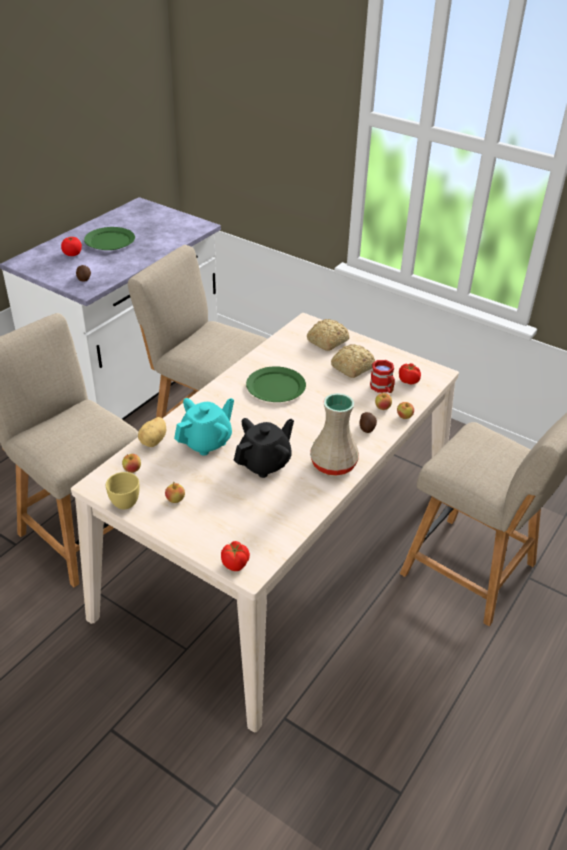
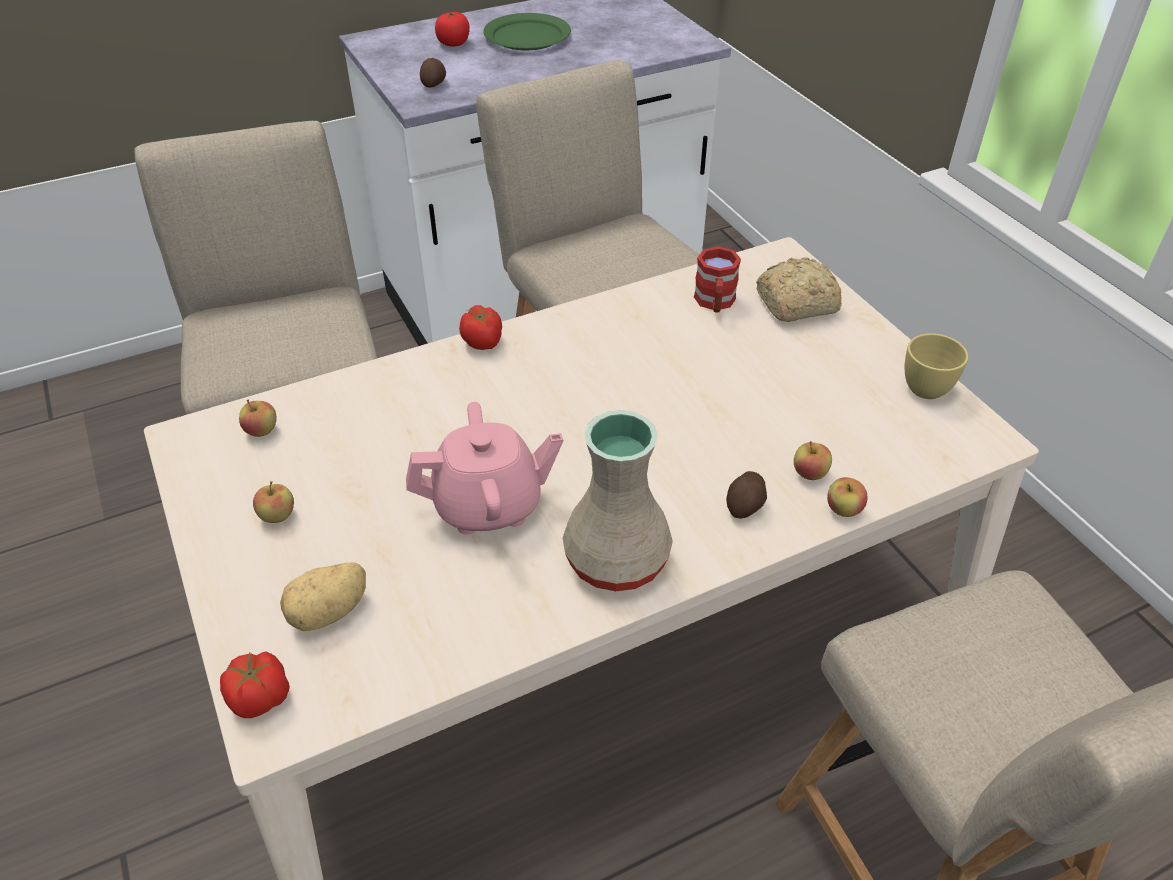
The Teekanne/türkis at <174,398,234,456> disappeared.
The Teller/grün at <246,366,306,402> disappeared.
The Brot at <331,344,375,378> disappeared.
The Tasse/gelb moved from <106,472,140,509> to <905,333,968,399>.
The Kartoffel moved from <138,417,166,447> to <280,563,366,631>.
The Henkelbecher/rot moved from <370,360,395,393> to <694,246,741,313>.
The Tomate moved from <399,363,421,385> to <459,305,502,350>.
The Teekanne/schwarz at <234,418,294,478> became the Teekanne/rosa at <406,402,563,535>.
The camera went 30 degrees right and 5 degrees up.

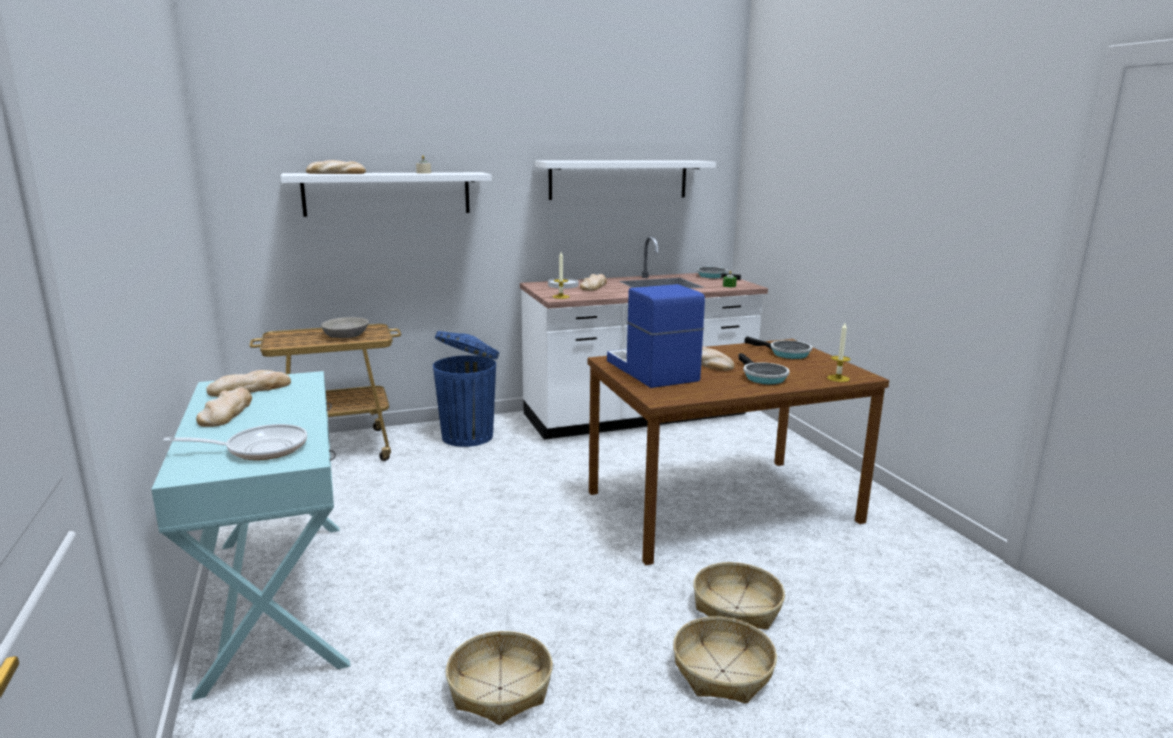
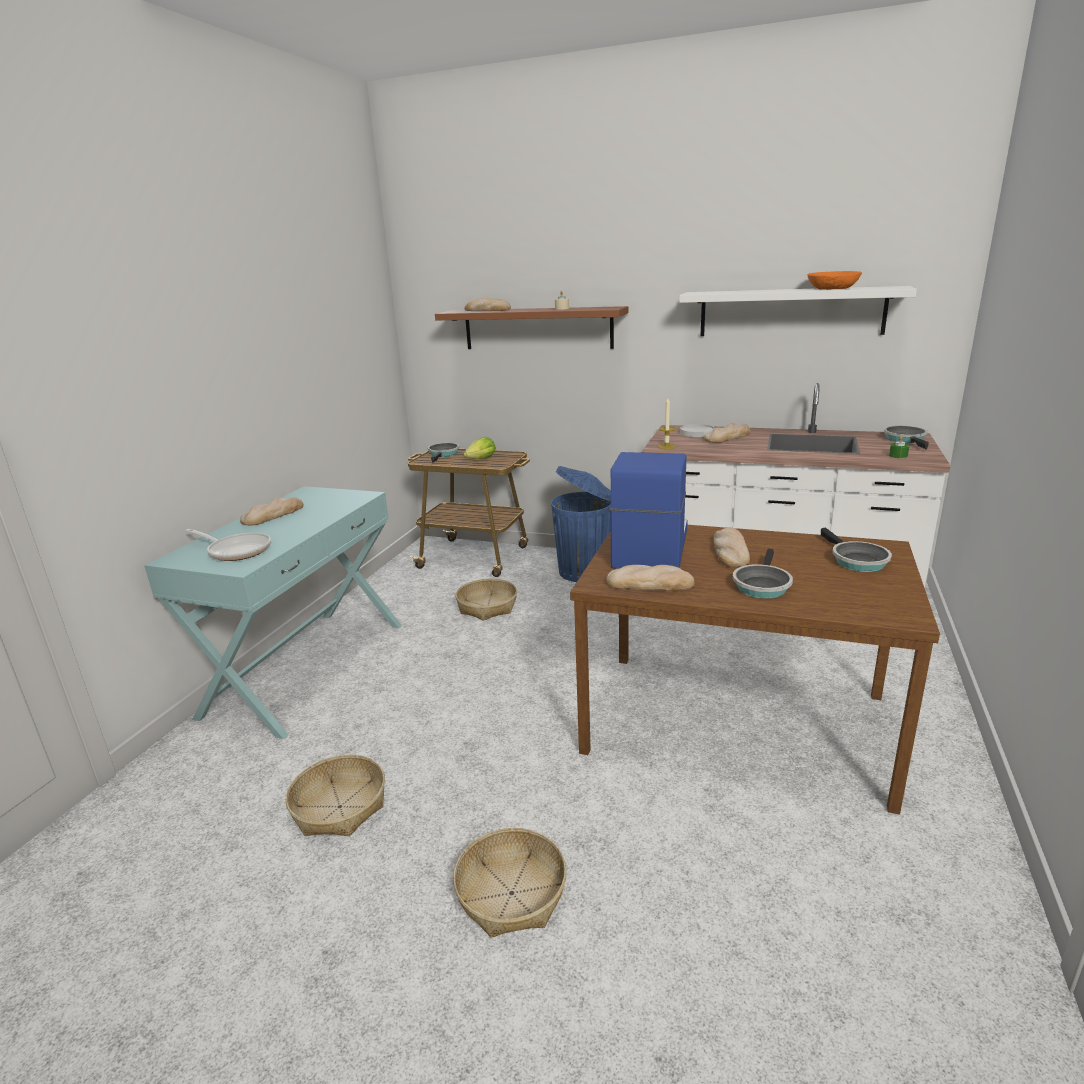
The Kerze at <827,323,850,382> disappeared.
The Pfanne at <428,443,459,463> appeared.
The Schüssel/orange at <807,271,862,290> appeared.
The Brot moved from <206,370,291,397> to <607,565,695,592>.
The Korb moved from <693,562,785,630> to <455,579,517,621>.
The Schüssel/grau at <321,317,369,338> was replaced by the Salatkopf at <463,437,496,459>.
The Wandregal/weiß at <281,172,492,217> became the Wandregal/braun at <435,306,629,349>.
The camera went 40 degrees right and 5 degrees up.

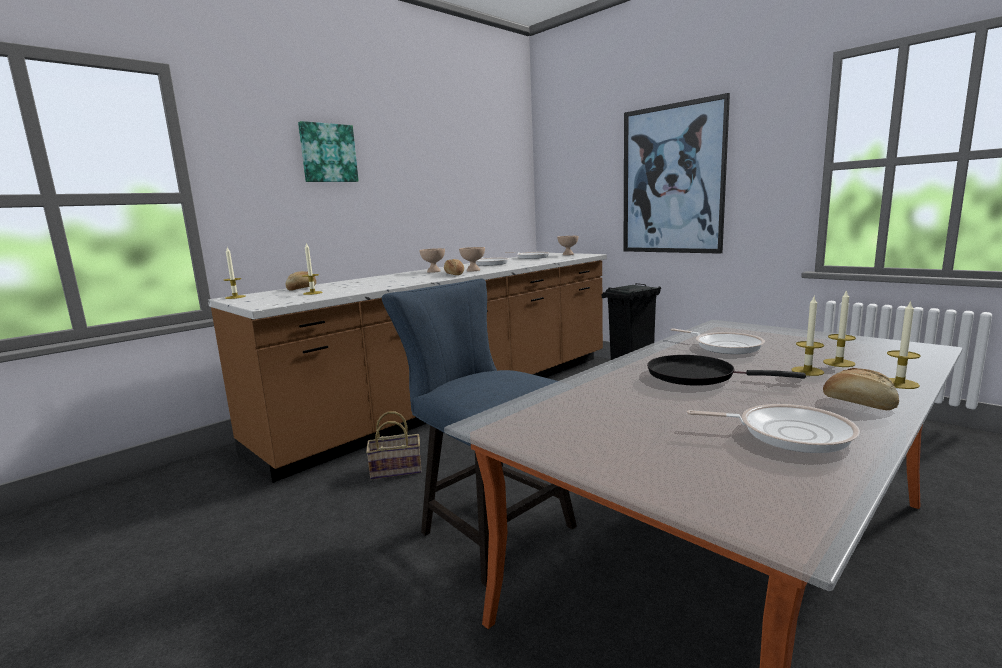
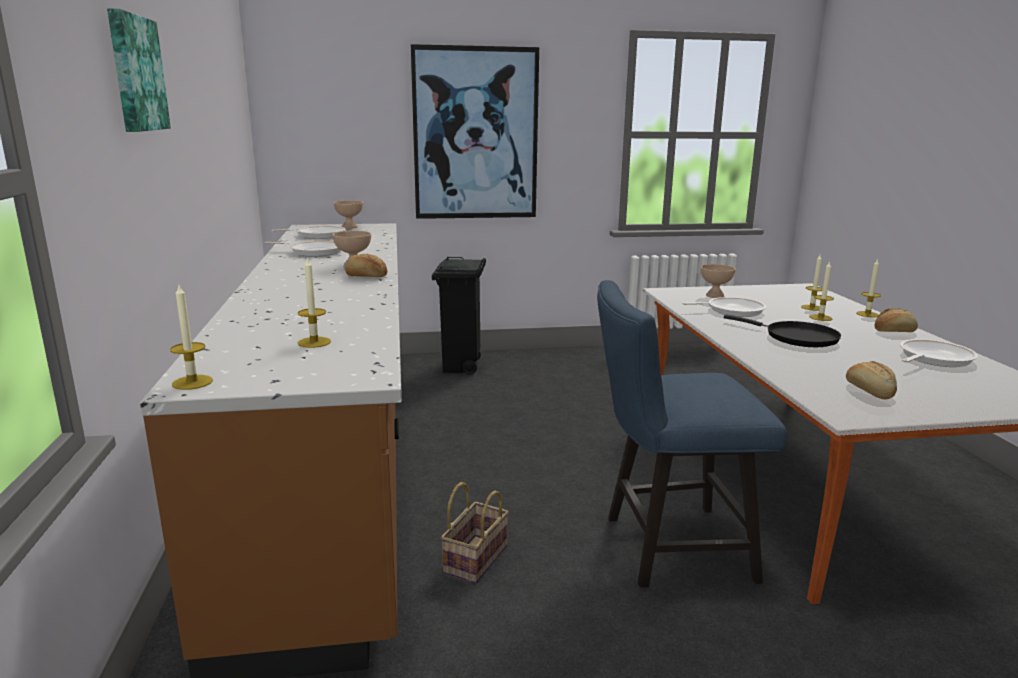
The Brot moved from <286,271,316,291> to <846,361,897,399>.
The Schüssel/beige moved from <419,248,445,273> to <701,264,736,298>.
The Pfanne/schwarz at <647,355,806,386> turned 105 degrees counterclockwise.
The camera went 55 degrees left and 5 degrees up.

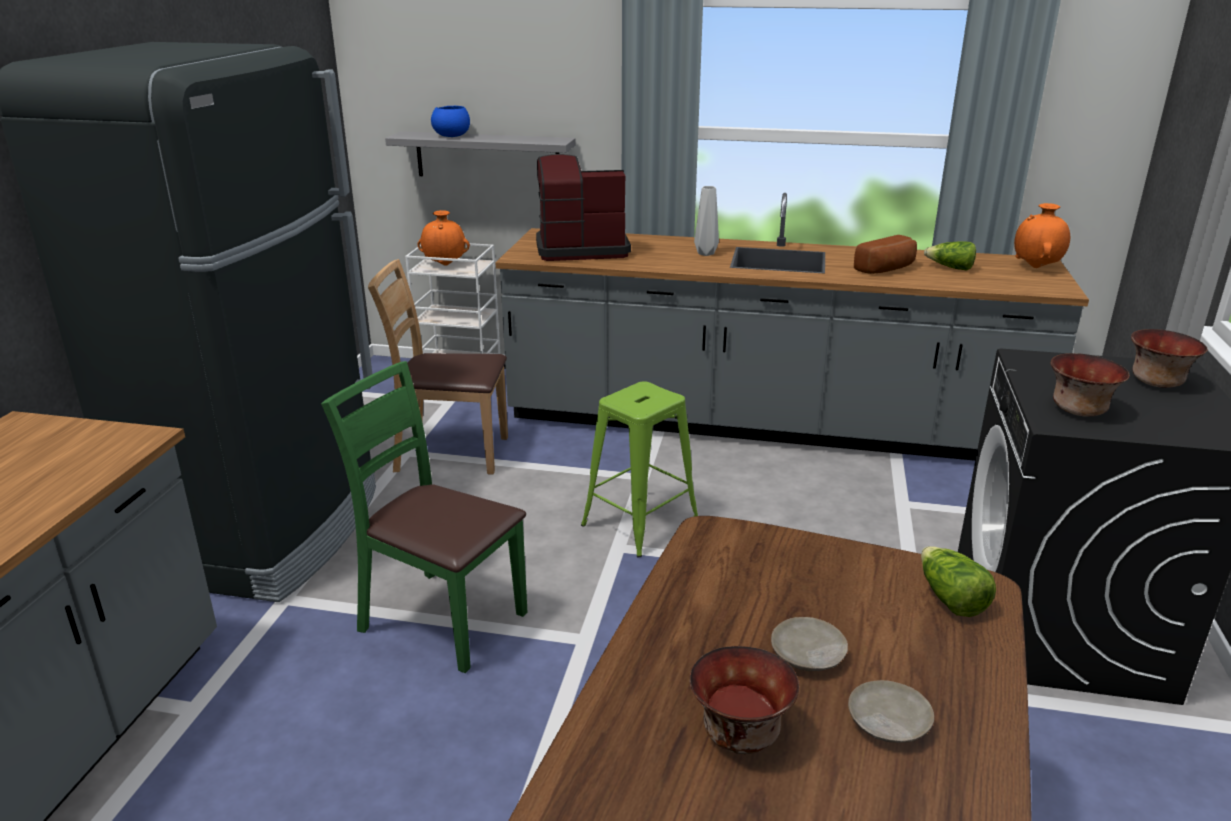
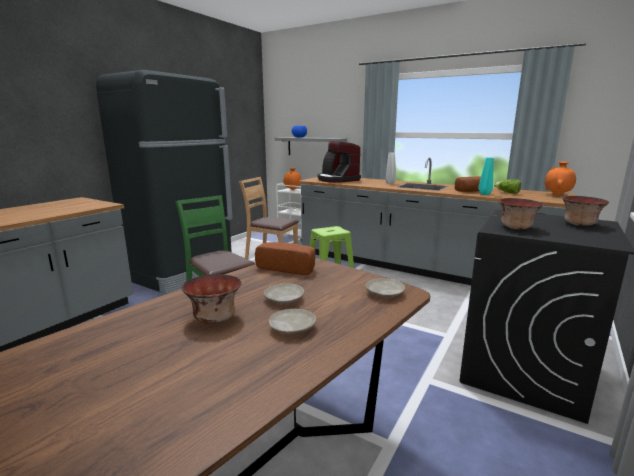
The Brot at <255,242,315,275> appeared.
The Vase/türkis at <478,158,494,195> appeared.
The Salatkopf at <921,546,996,617> was replaced by the Teller/beige at <365,278,405,297>.
The Kaffeemaschine at <536,154,631,261> turned 135 degrees counterclockwise.
The camera went 20 degrees right and 10 degrees down.

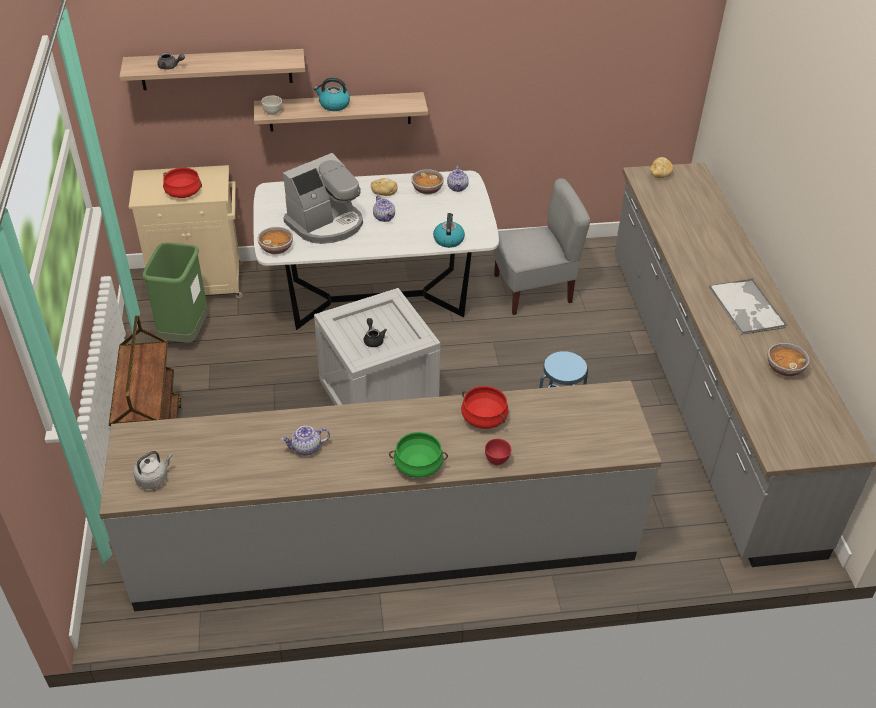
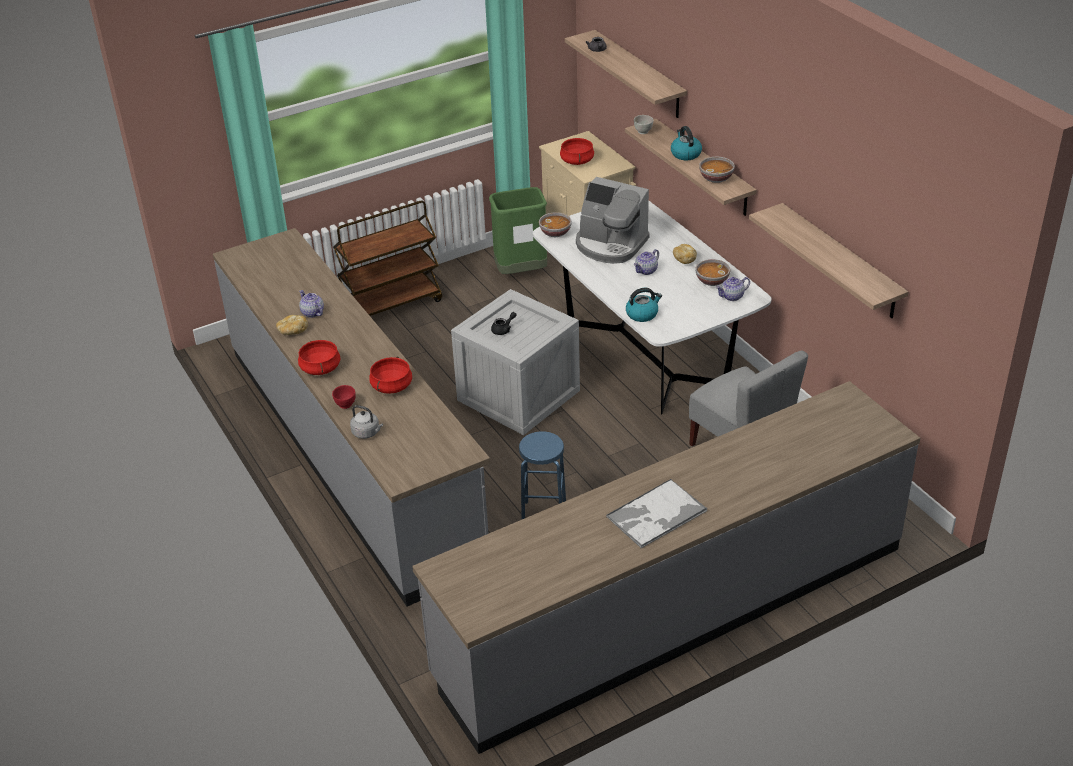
The Wandregal at <749,203,908,318> appeared.
The Wasserkessel/grau moved from <133,451,172,489> to <350,405,383,439>.
The Brot moved from <649,157,674,178> to <276,315,308,335>.
The Schüssel moved from <768,343,810,377> to <699,157,735,183>.
The Kochtopf/grün at <389,432,448,478> became the Kochtopf/rot at <298,340,340,375>.
The camera went 70 degrees right and 5 degrees down.

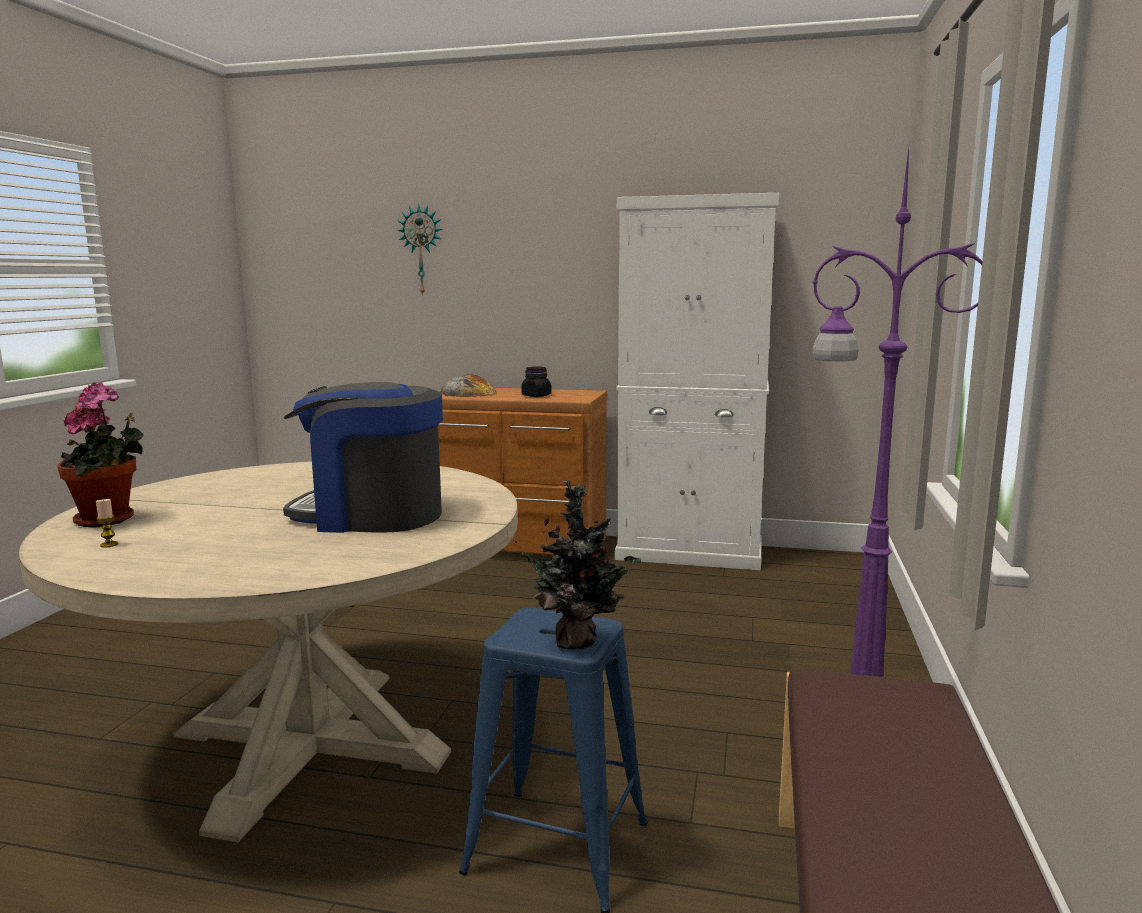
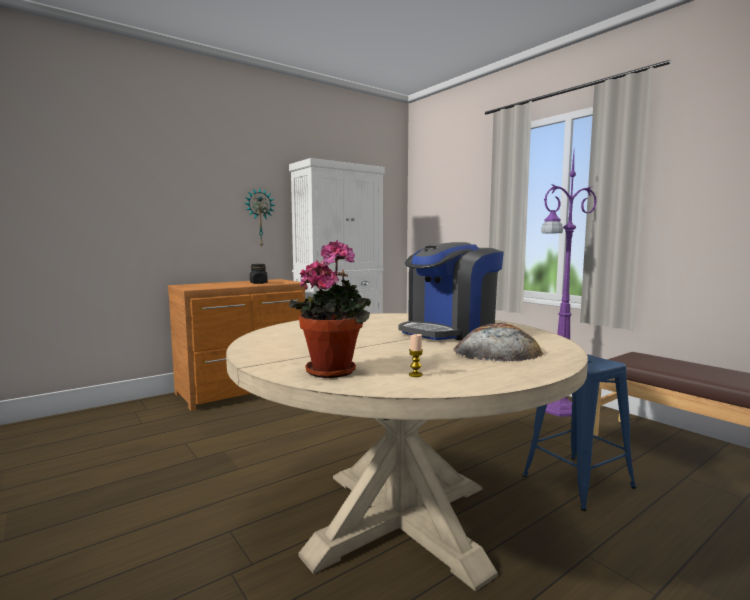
The Topfpflanze at <515,480,642,650> disappeared.
The Wanduhr moved from <397,204,443,296> to <244,188,275,248>.
The Brot moved from <440,374,497,397> to <453,323,543,361>.
The camera went 50 degrees left and 5 degrees down.

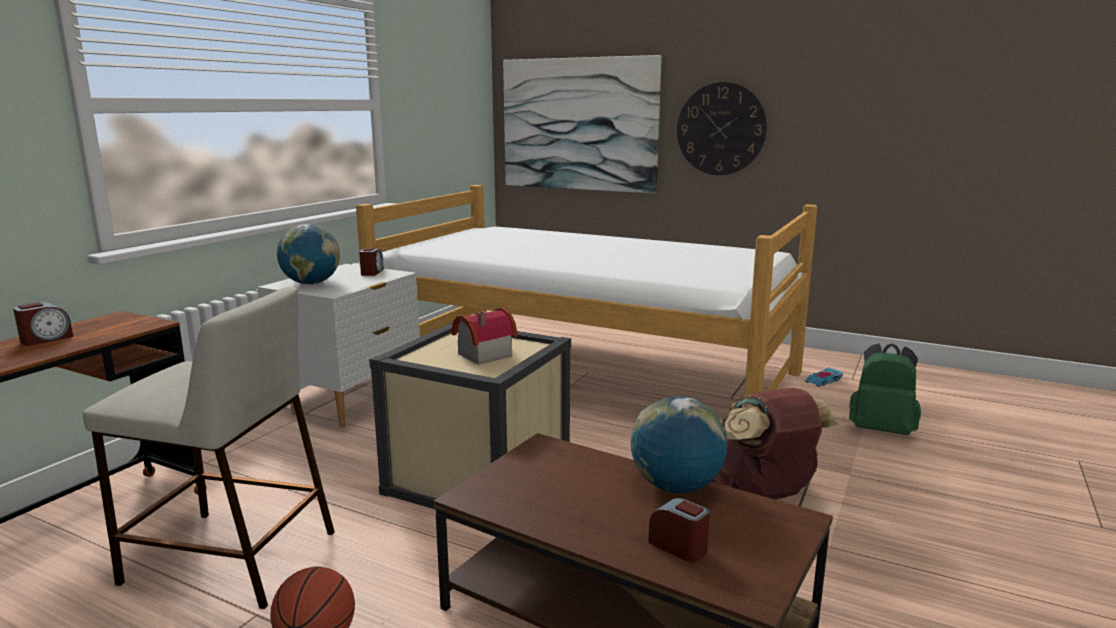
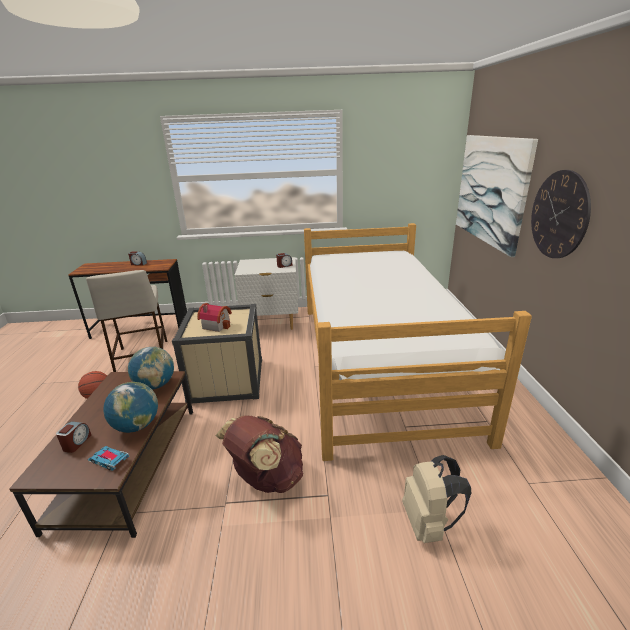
The Globus moved from <277,224,340,285> to <128,347,174,390>.
The Spielzeugauto moved from <805,367,843,387> to <88,446,129,471>.
The Rucksack/grün at <849,343,921,435> became the Rucksack/beige at <402,455,471,543>.
The camera went 60 degrees right and 10 degrees up.

